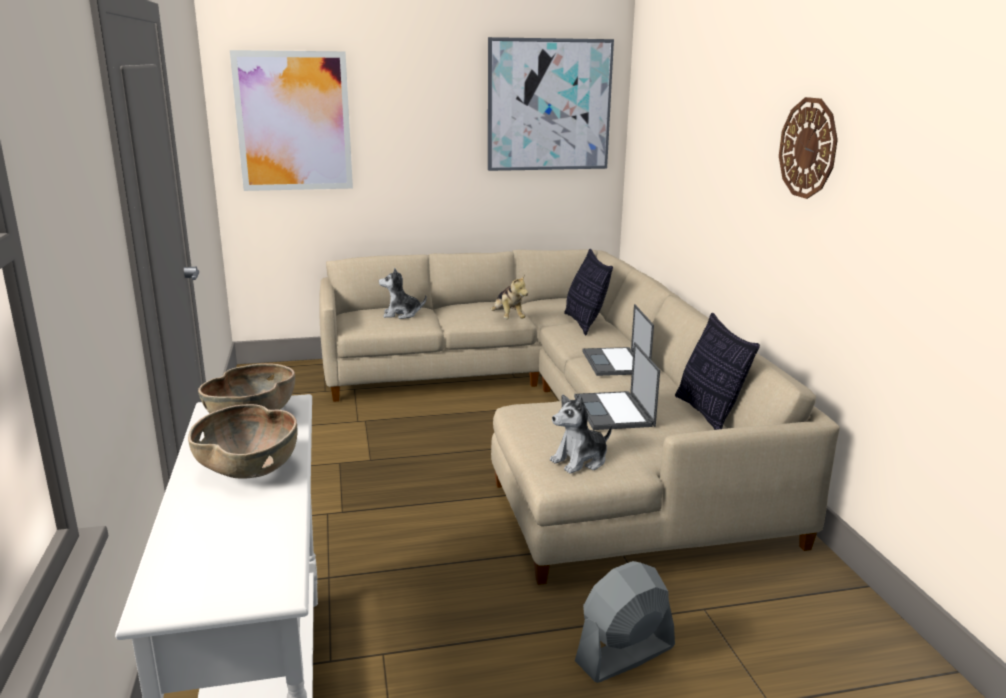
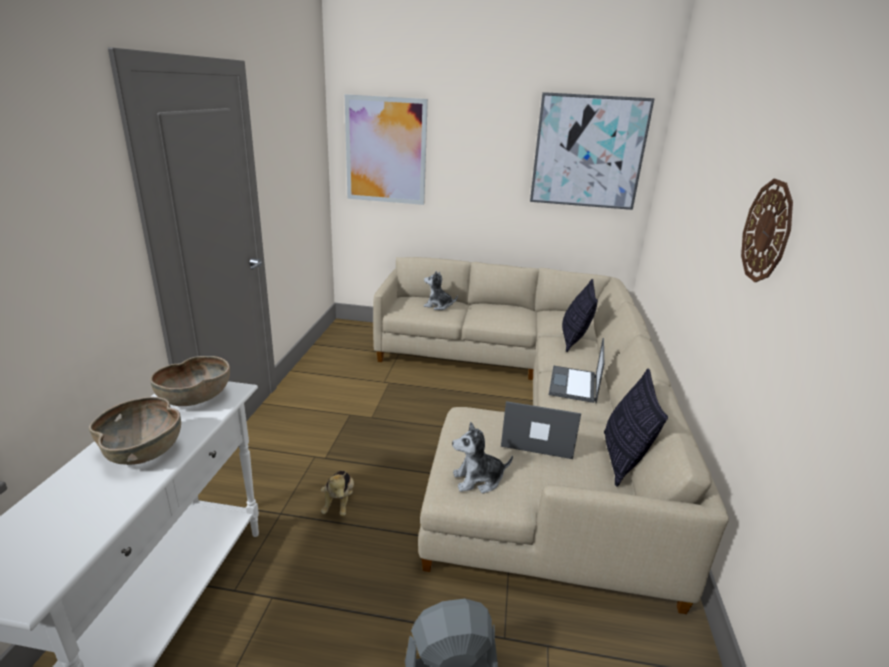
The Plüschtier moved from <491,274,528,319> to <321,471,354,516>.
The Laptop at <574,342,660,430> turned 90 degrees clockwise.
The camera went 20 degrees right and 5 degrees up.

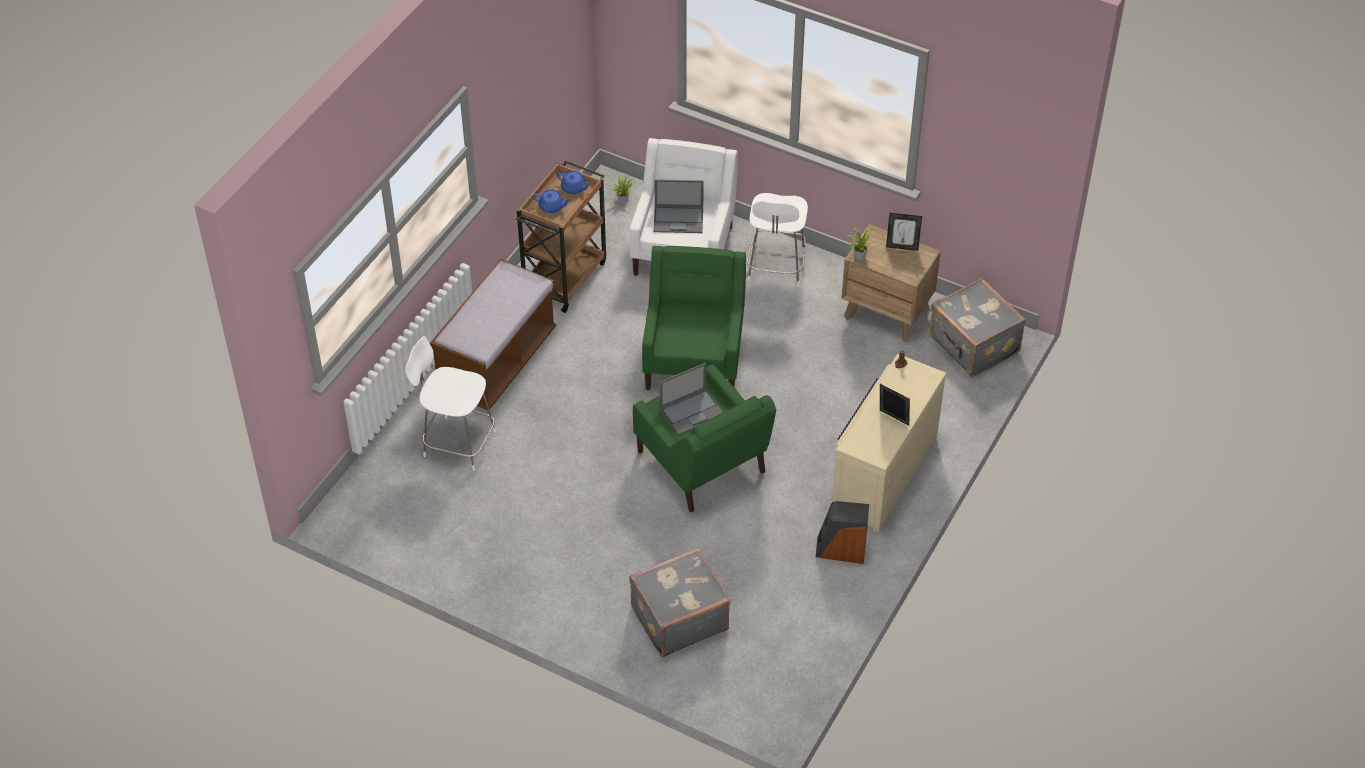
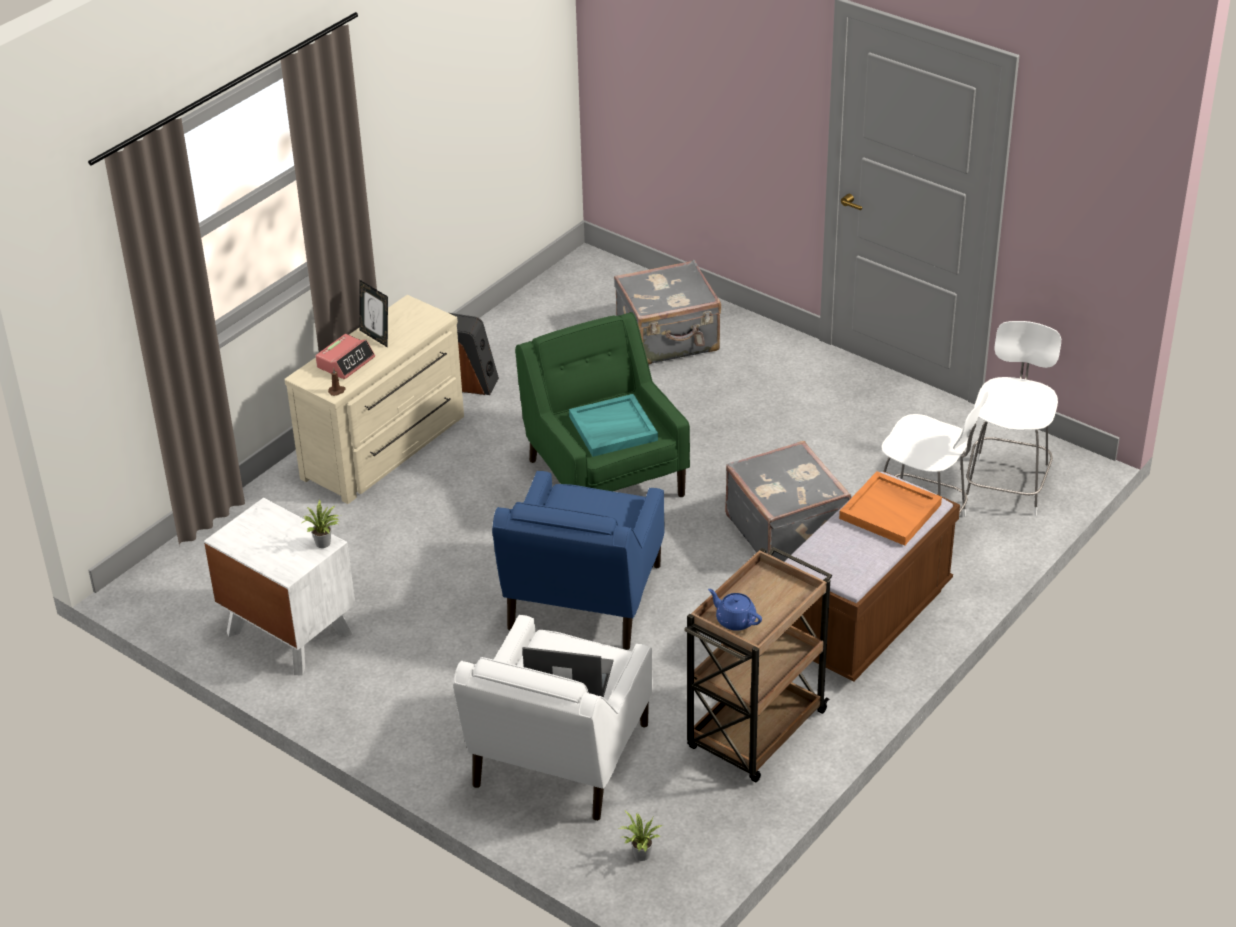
The Teekanne/blau at <533,190,572,213> disappeared.
The Bilderrahmen at <886,213,922,251> disappeared.
The Wecker at <316,334,375,379> appeared.
The Tablett/orange at <839,471,942,546> appeared.
The Stuhl/weiß moved from <746,193,808,287> to <966,321,1061,516>.
The Koffer/grau moved from <929,278,1026,377> to <725,441,851,562>.
The Laptop at <659,363,723,435> was replaced by the Tablett/türkis at <569,394,658,457>.
The Sessel/grün at <642,246,746,390> became the Sessel/blau at <492,471,665,650>.
The Nachttisch/braun at <842,224,941,342> became the Nachttisch/weiß at <204,498,355,676>.
The camera went 170 degrees left and 10 degrees down.

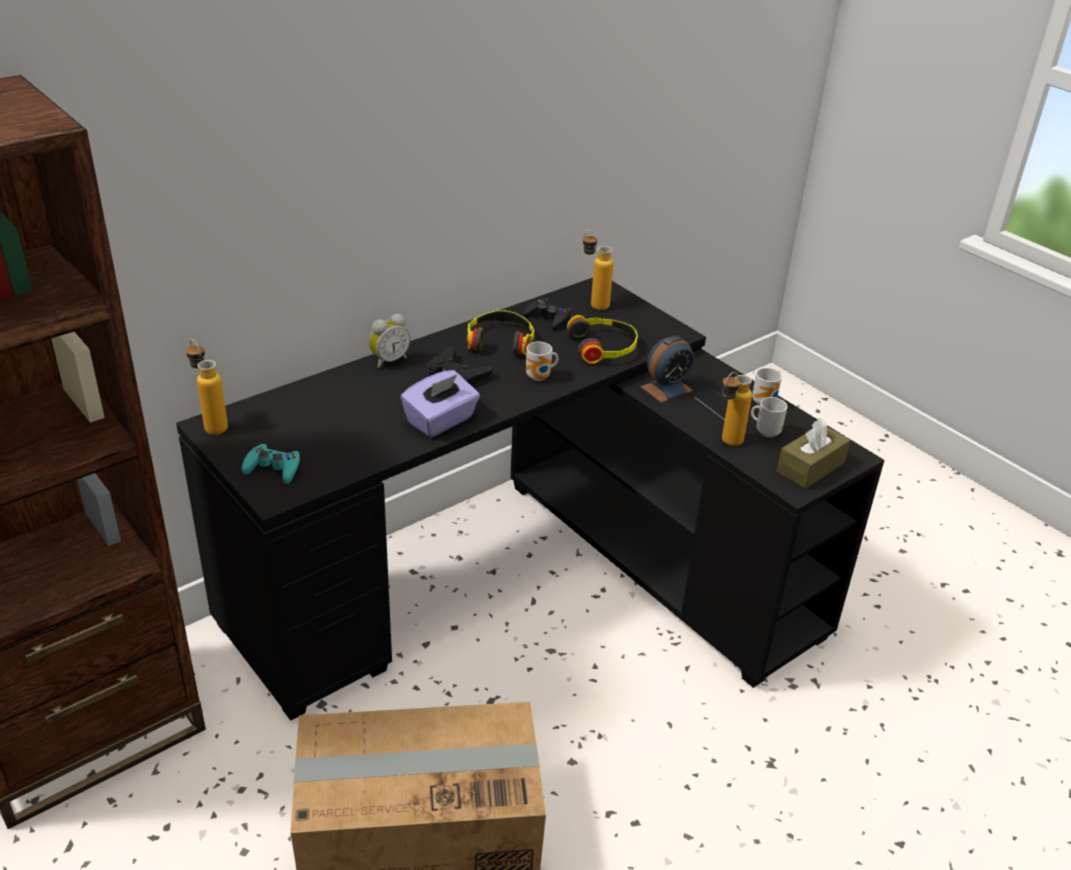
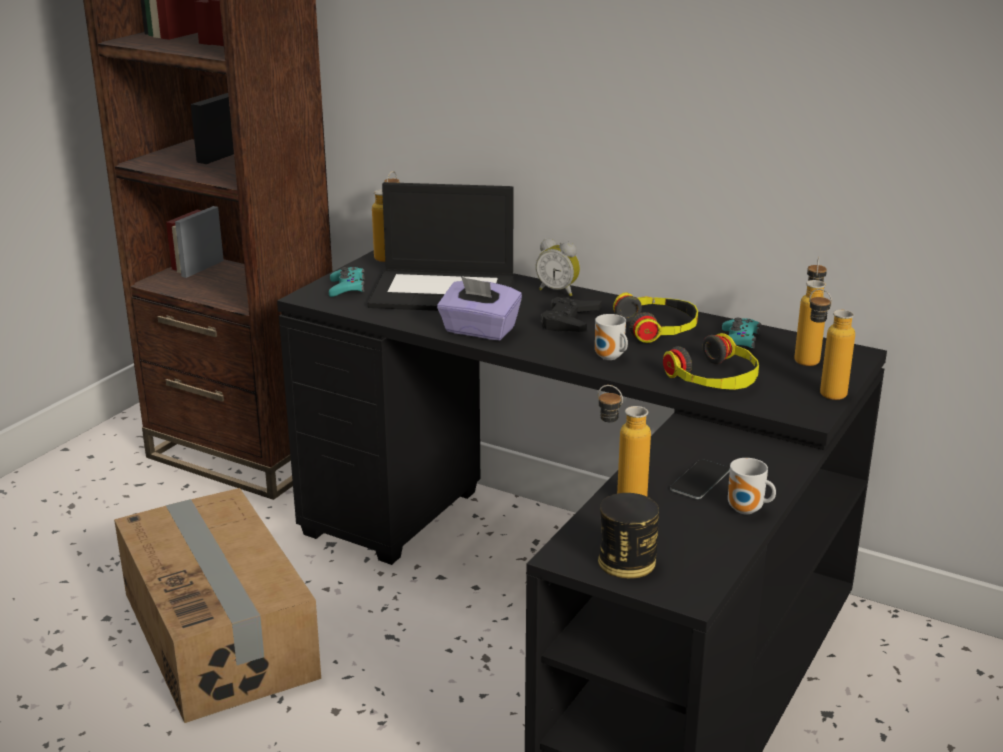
The Wecker at <640,336,694,403> disappeared.
The Henkelbecher at <751,397,788,437> disappeared.
The Laptop at <367,182,514,311> appeared.
The Flasche at <809,289,855,400> appeared.
The Taschentuchbox/braun at <777,418,851,489> was replaced by the Dose at <598,493,659,579>.
The Gamepad/schwarz at <524,298,571,331> became the Gamepad/türkis at <722,318,761,349>.
The camera went 70 degrees right and 10 degrees down.

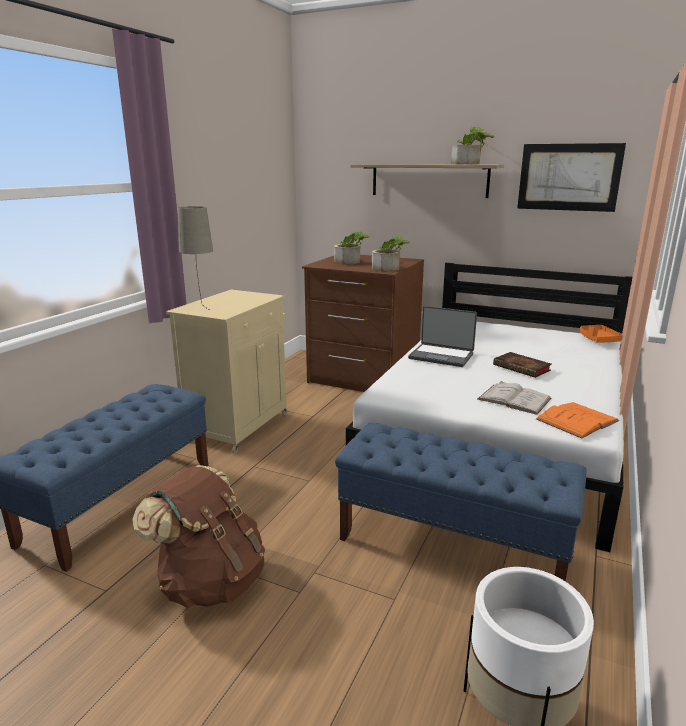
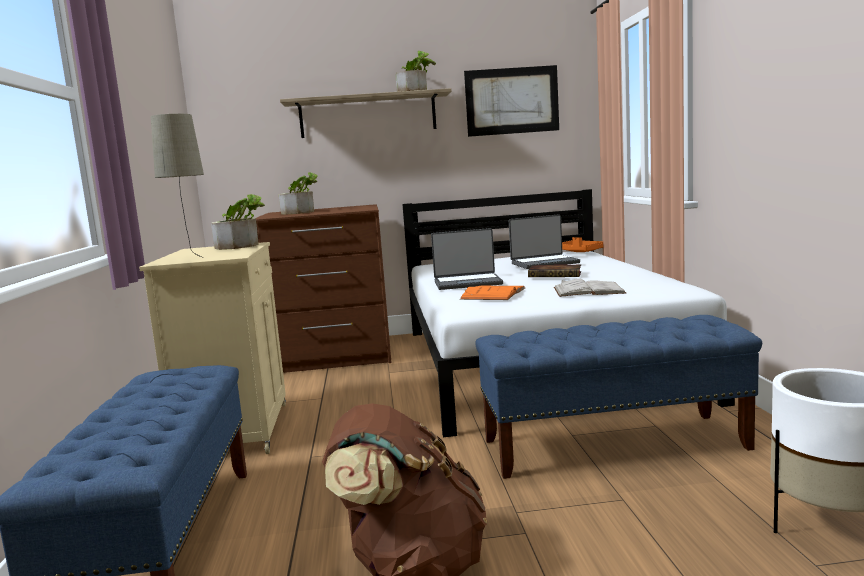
The Laptop at <509,214,580,269> appeared.
The Topfpflanze moved from <372,236,410,272> to <211,194,265,250>.
The Buch/orange moved from <536,402,619,439> to <460,286,526,300>.
The camera went 30 degrees left and 10 degrees down.

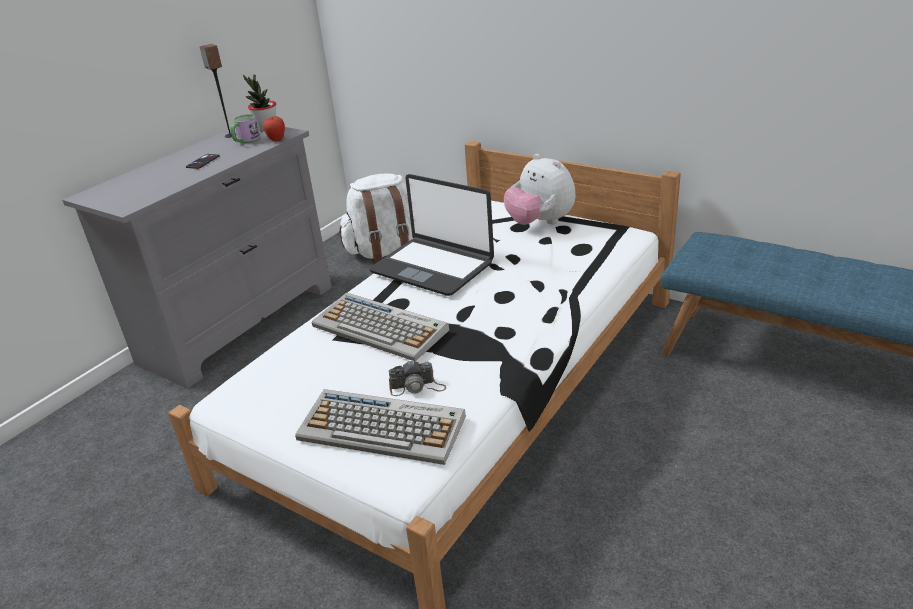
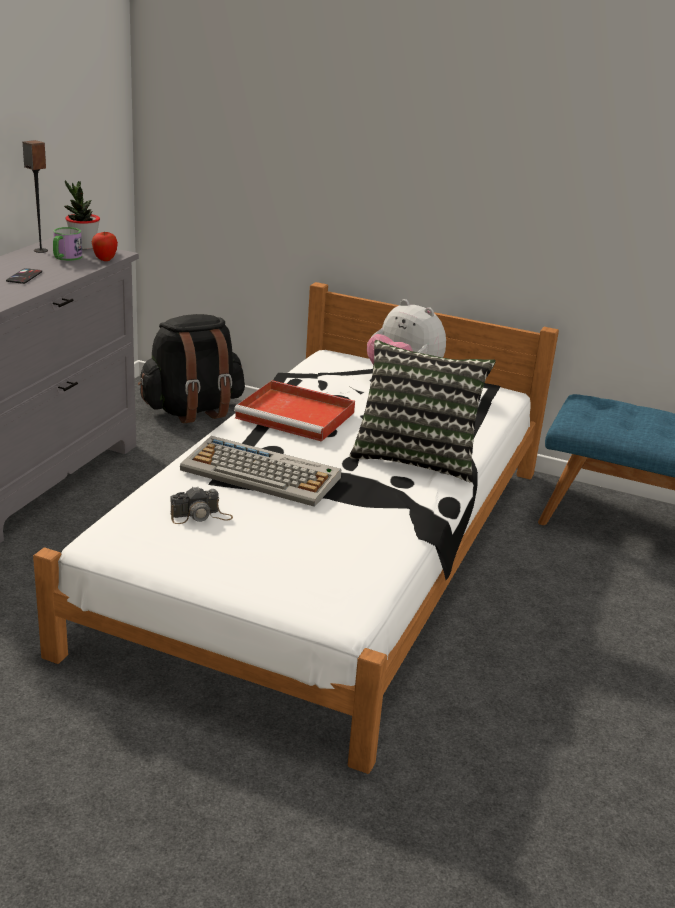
The Tastatur at <295,389,466,465> disappeared.
The Kissen at <349,340,496,483> appeared.
The Kamera moved from <389,361,446,396> to <170,487,233,524>.
The Laptop at <369,174,494,296> was replaced by the Tablett/rot at <234,380,355,442>.
The Rucksack/weiß at <337,174,413,265> became the Rucksack/schwarz at <138,314,245,423>.
The camera went 15 degrees left and 5 degrees down.

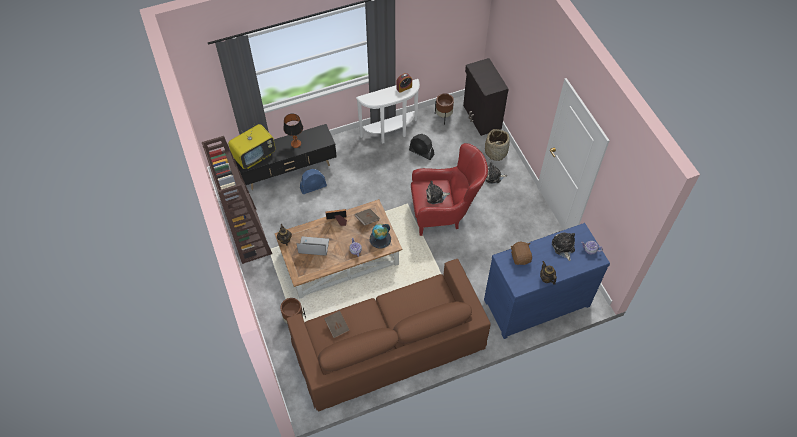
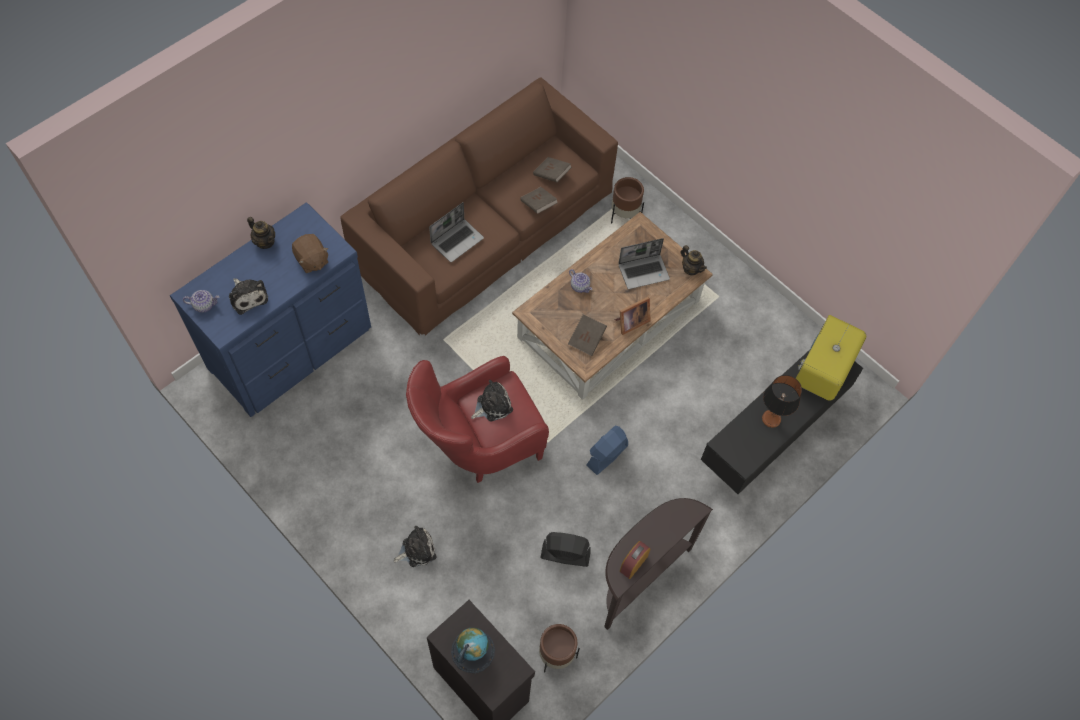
The Bücherregal/braun at <202,136,272,264> disappeared.
The Korb at <485,129,510,161> disappeared.
The Laptop at <429,202,484,262> appeared.
The Buch/braun at <520,187,558,214> appeared.
The Ventilator/blau moved from <300,169,327,194> to <586,426,628,475>.
The Globus moved from <370,224,391,249> to <451,628,495,673>.
The Konsolentisch/weiß at <356,79,420,144> became the Konsolentisch/braun at <604,498,713,630>.
The camera went 155 degrees right and 5 degrees up.

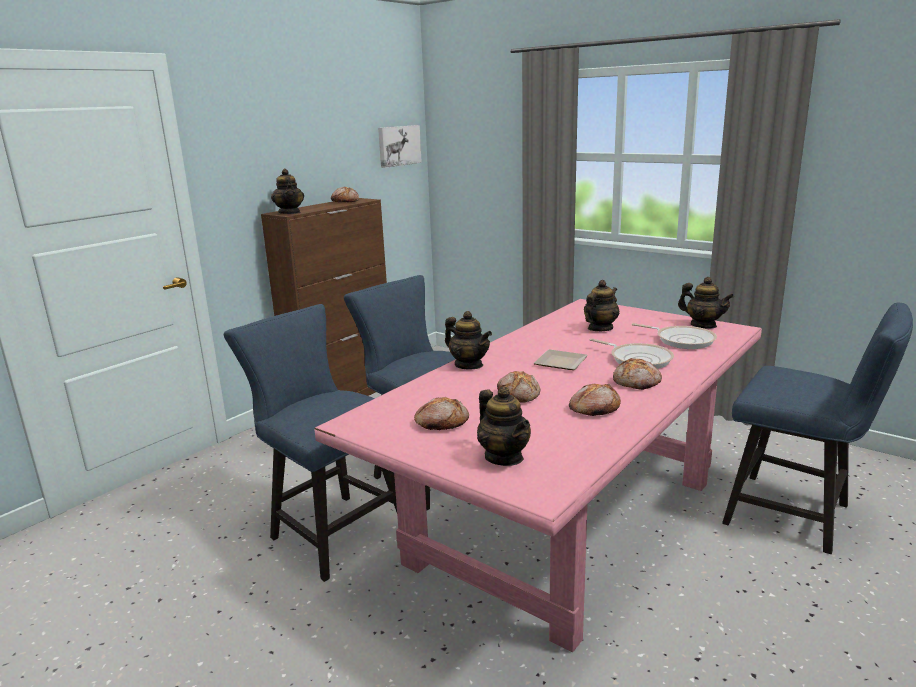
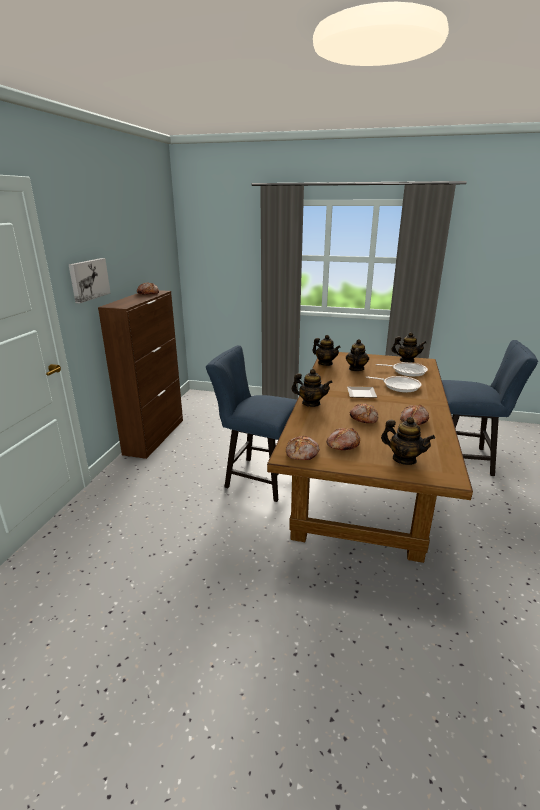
The Stuhl/blau at <224,304,397,582> disappeared.
The Teekanne moved from <271,169,304,214> to <312,335,341,366>.
The Bild moved from <378,125,422,168> to <69,258,111,303>.
The Brot moved from <613,358,662,390> to <286,436,320,460>.
The Esstisch/rosa at <314,299,762,652> became the Esstisch/braun at <267,352,473,563>.
The camera went 25 degrees left and 5 degrees up.

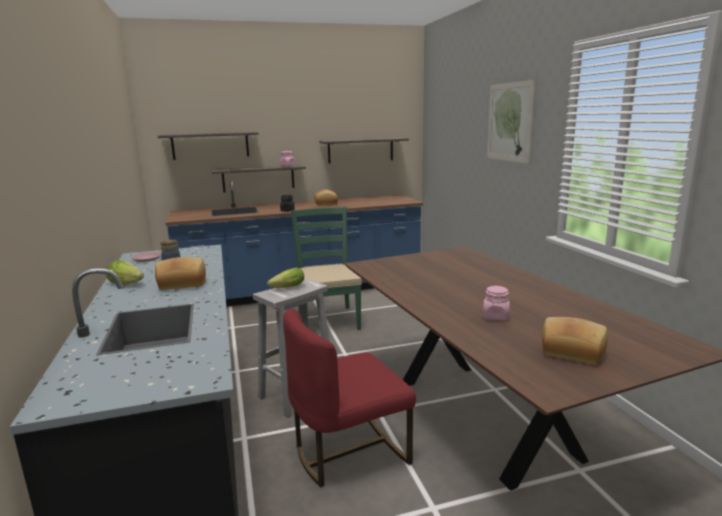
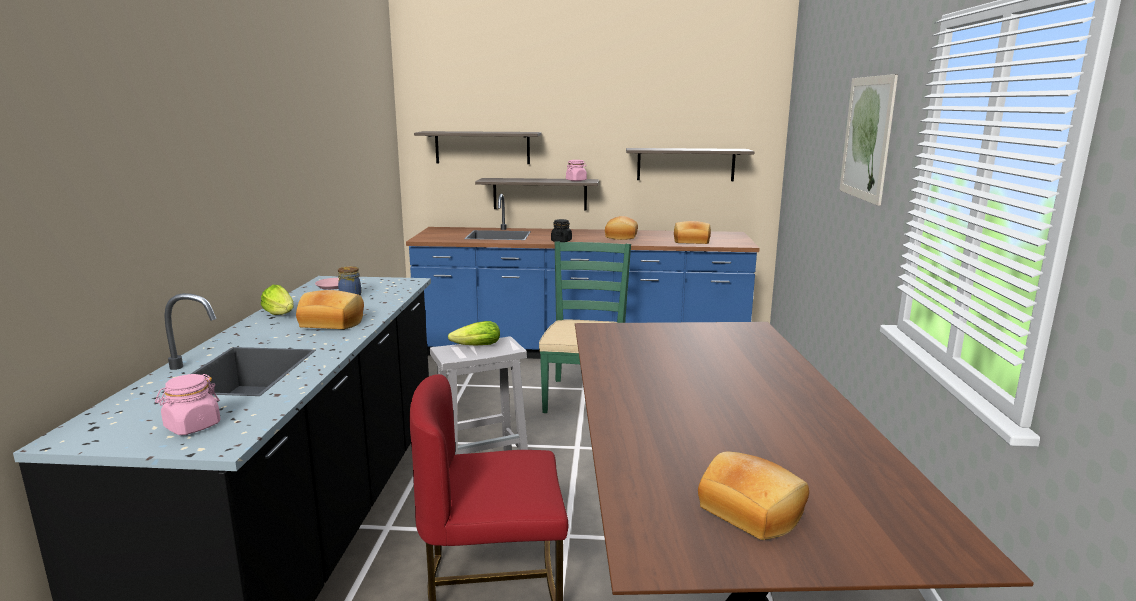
The Brot at <674,221,711,244> appeared.
The Vorratsglas/rosa moved from <483,286,510,321> to <155,374,221,435>.
The camera went 20 degrees right and 0 degrees up.

